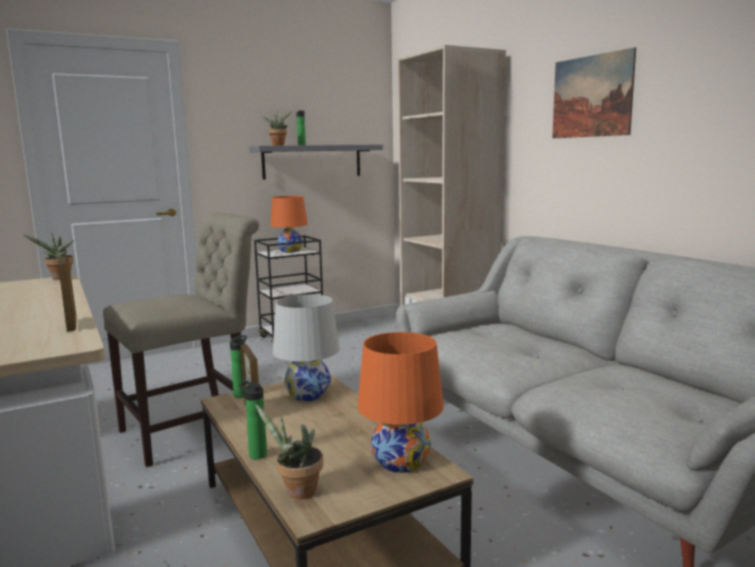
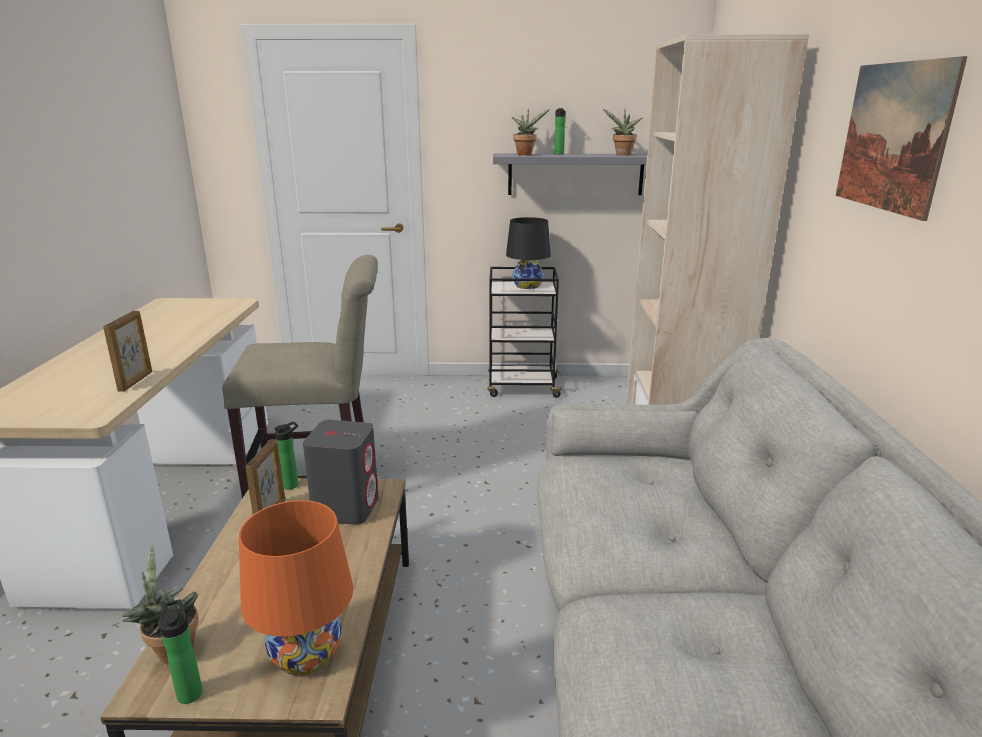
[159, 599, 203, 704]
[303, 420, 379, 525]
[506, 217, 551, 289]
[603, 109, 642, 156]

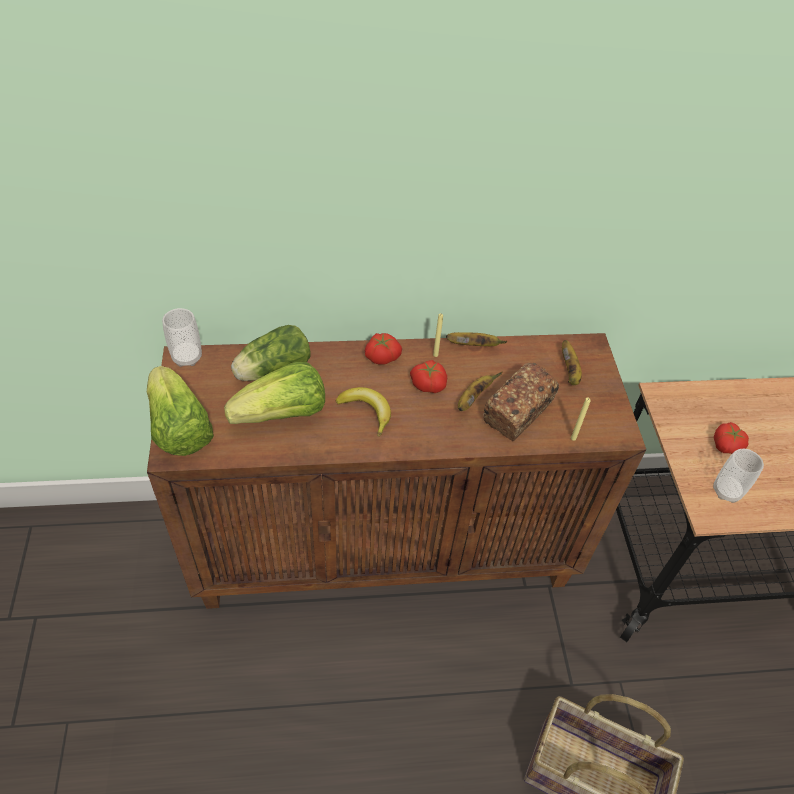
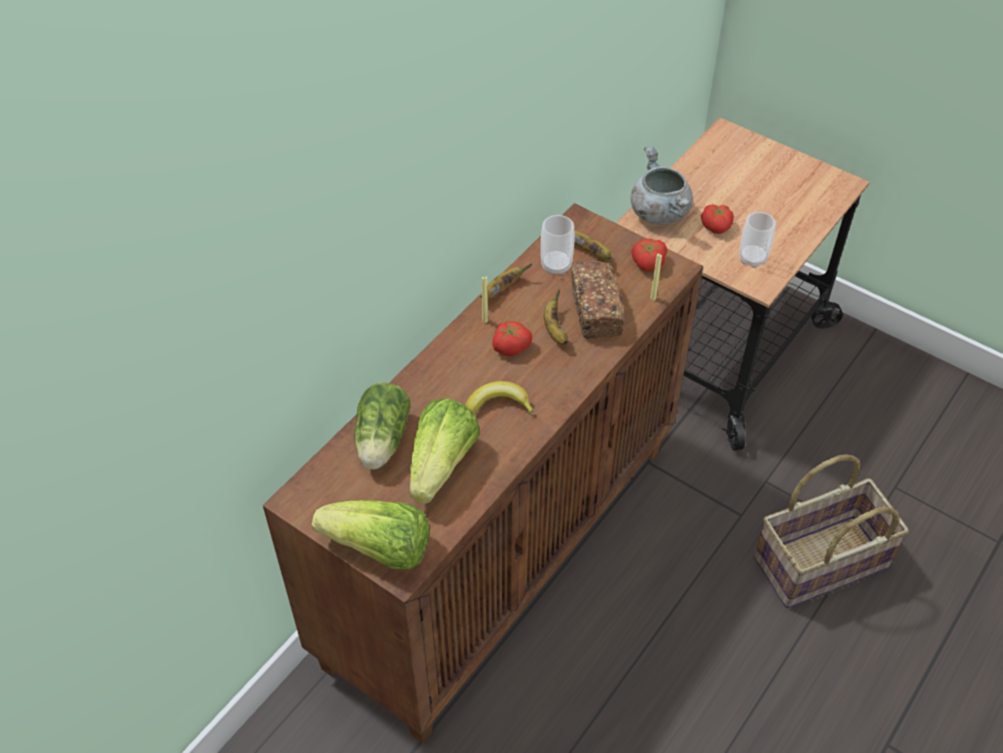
[541, 215, 575, 275]
[631, 146, 693, 224]
[631, 239, 667, 271]

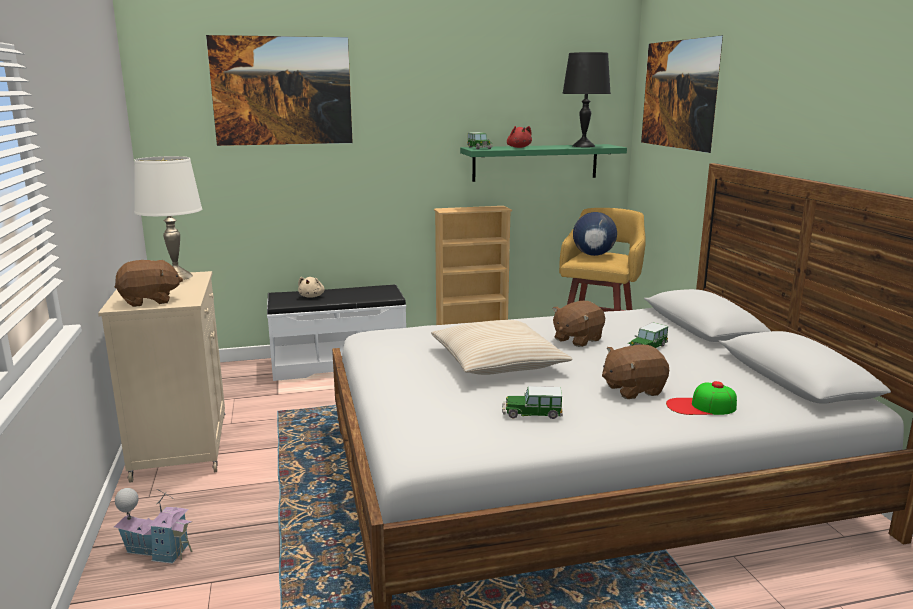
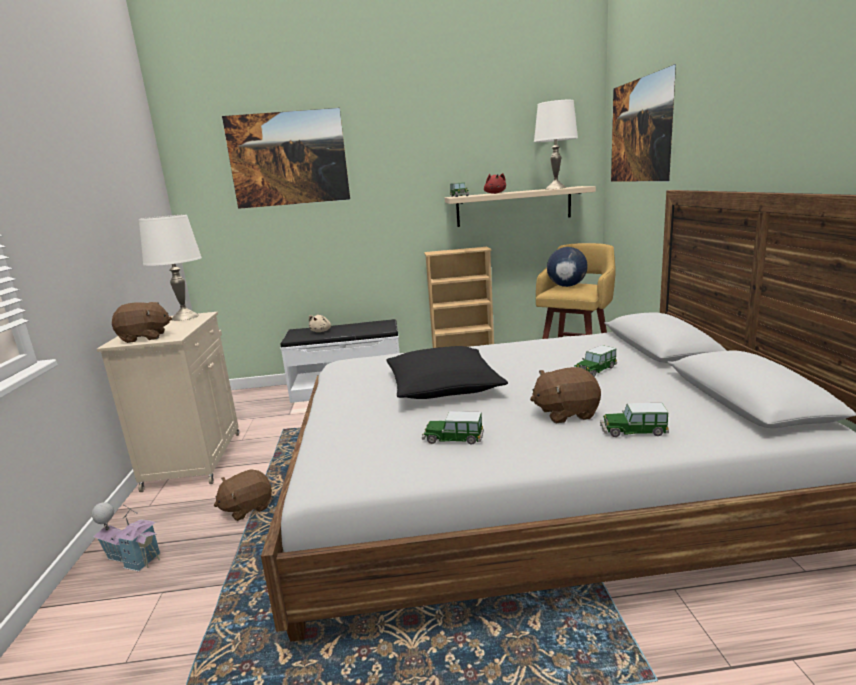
[214, 469, 272, 521]
[386, 346, 508, 399]
[445, 186, 596, 227]
[534, 100, 578, 189]
[600, 403, 669, 437]

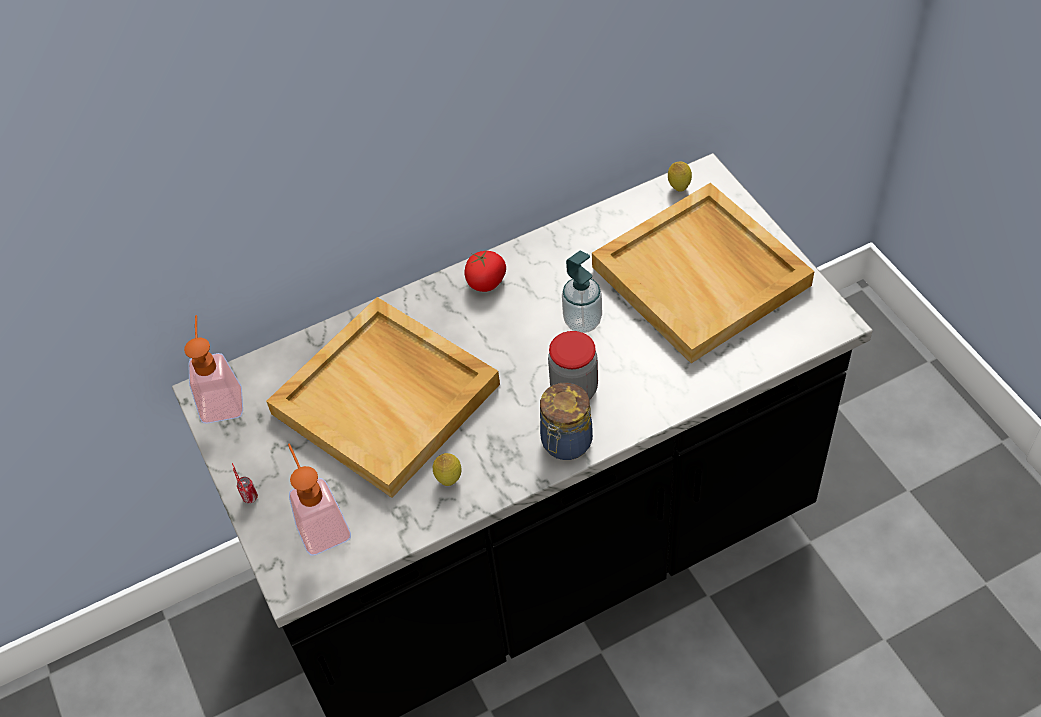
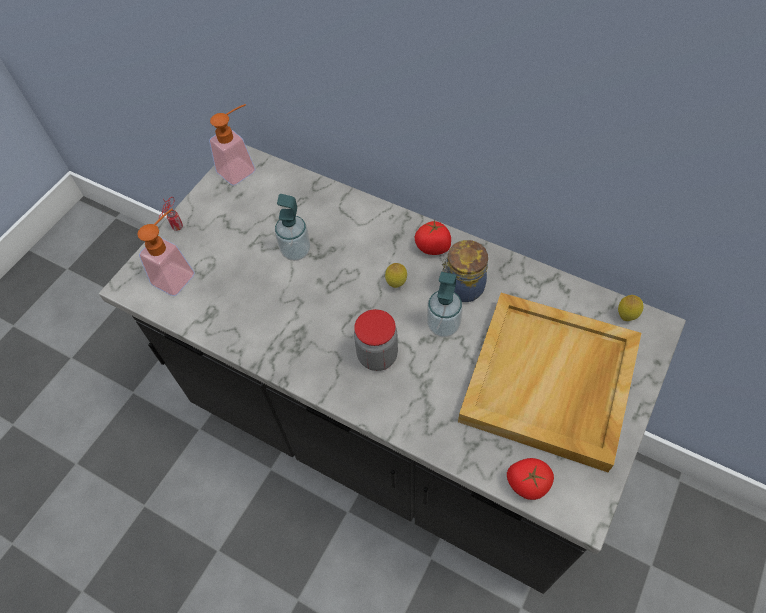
[275, 194, 311, 261]
[385, 263, 407, 288]
[440, 240, 488, 302]
[507, 458, 554, 500]

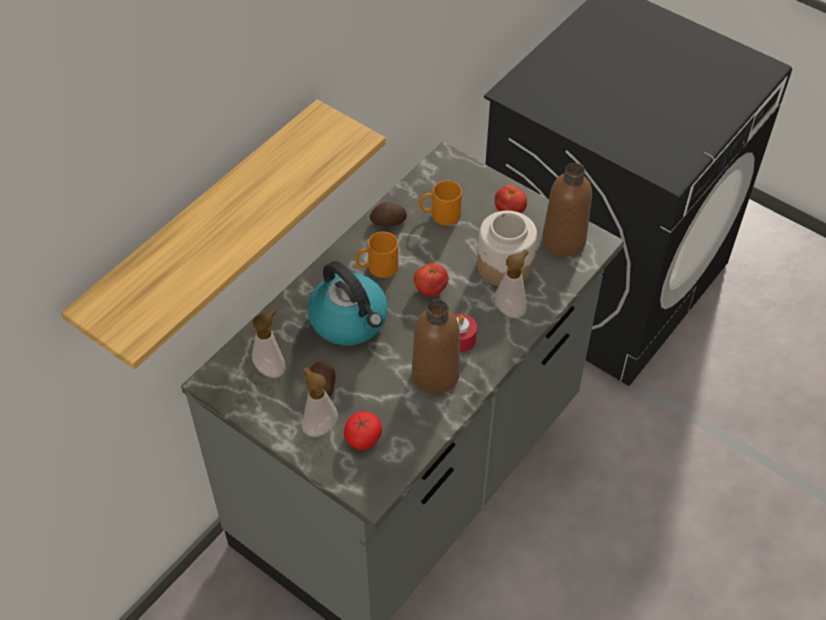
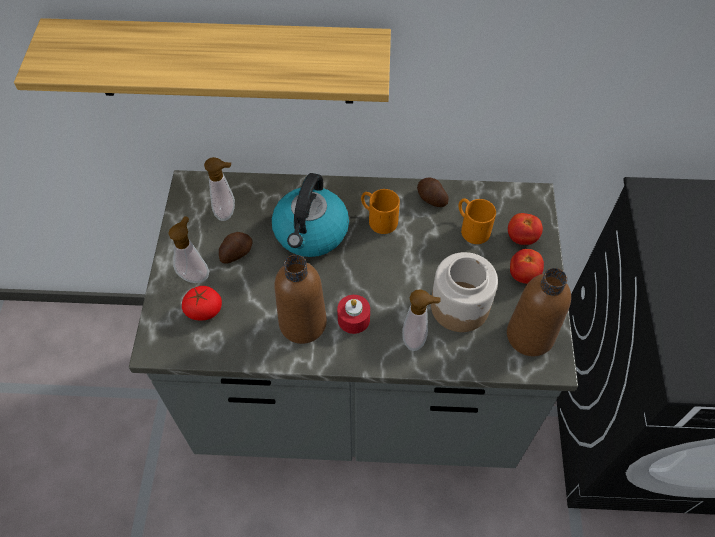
[508, 213, 543, 245]

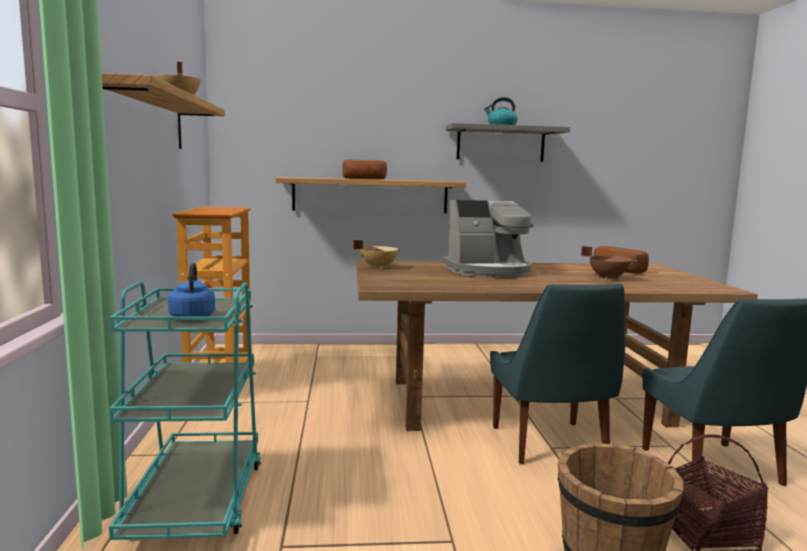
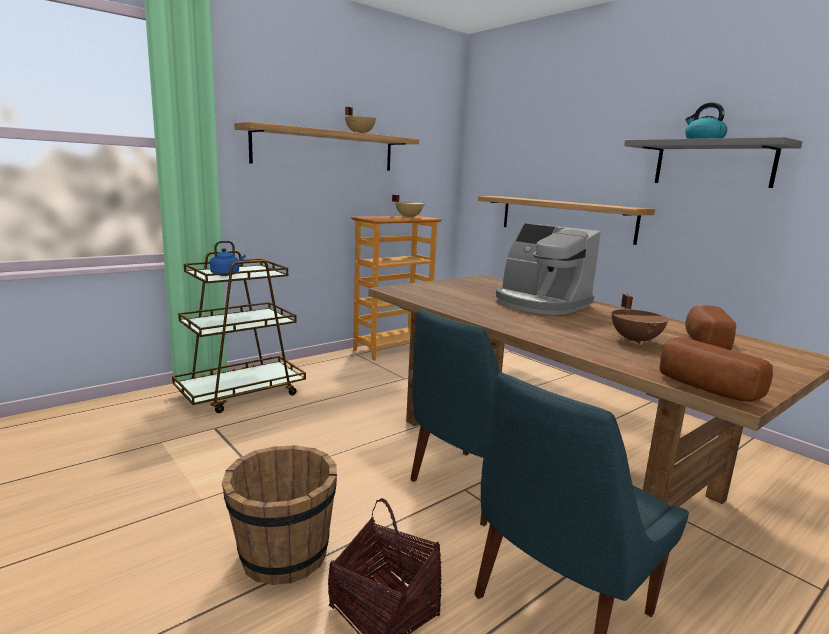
[172, 250, 306, 413]
[392, 195, 425, 218]
[659, 337, 773, 402]

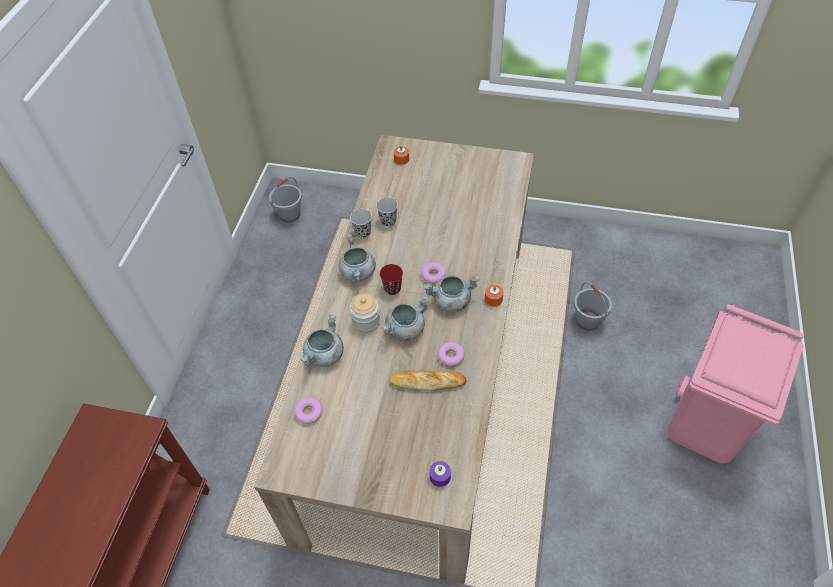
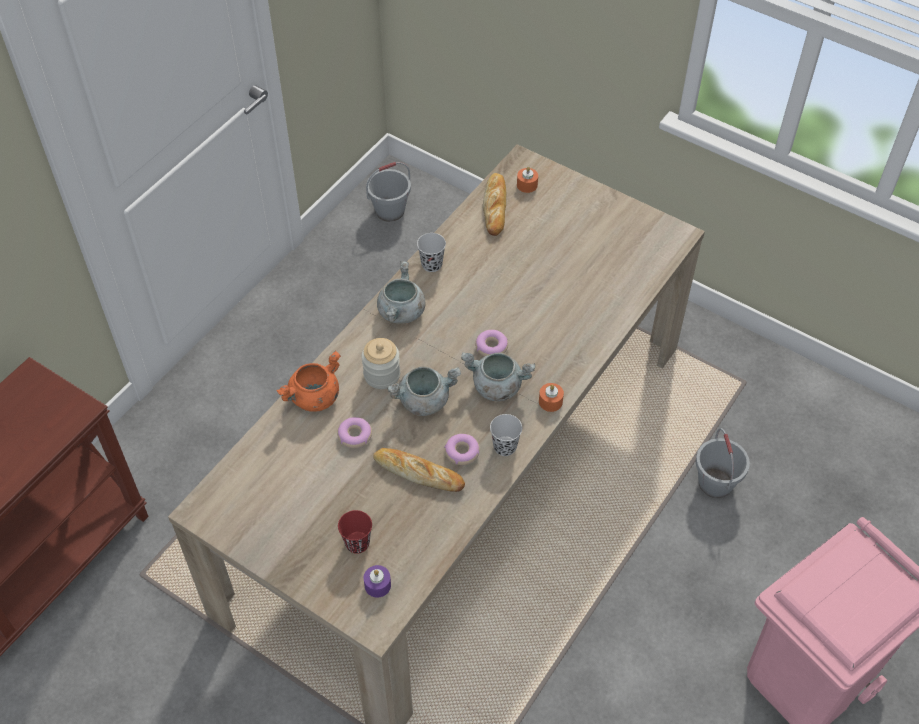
[276, 351, 341, 412]
[337, 417, 372, 448]
[338, 510, 372, 554]
[483, 173, 507, 236]
[490, 414, 522, 456]

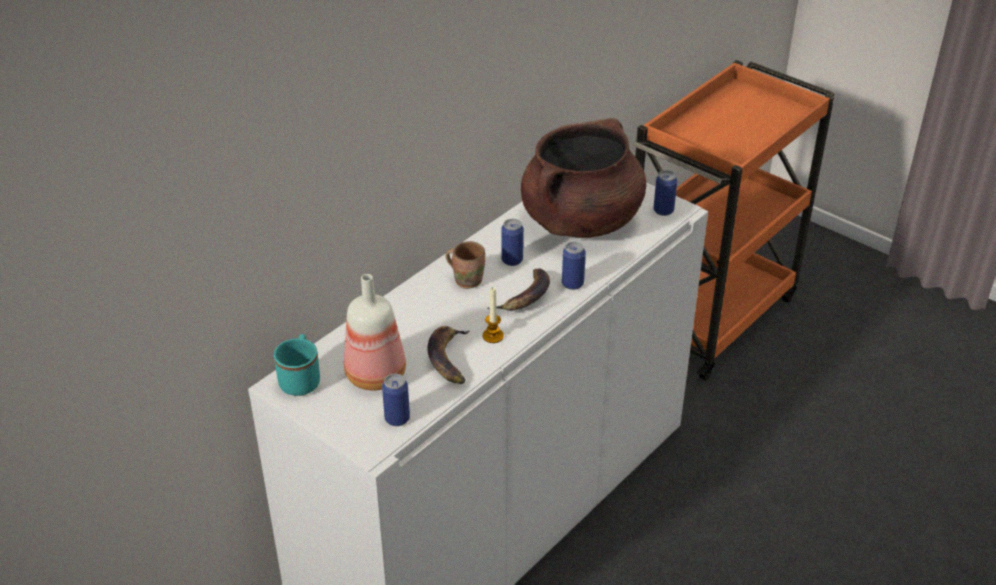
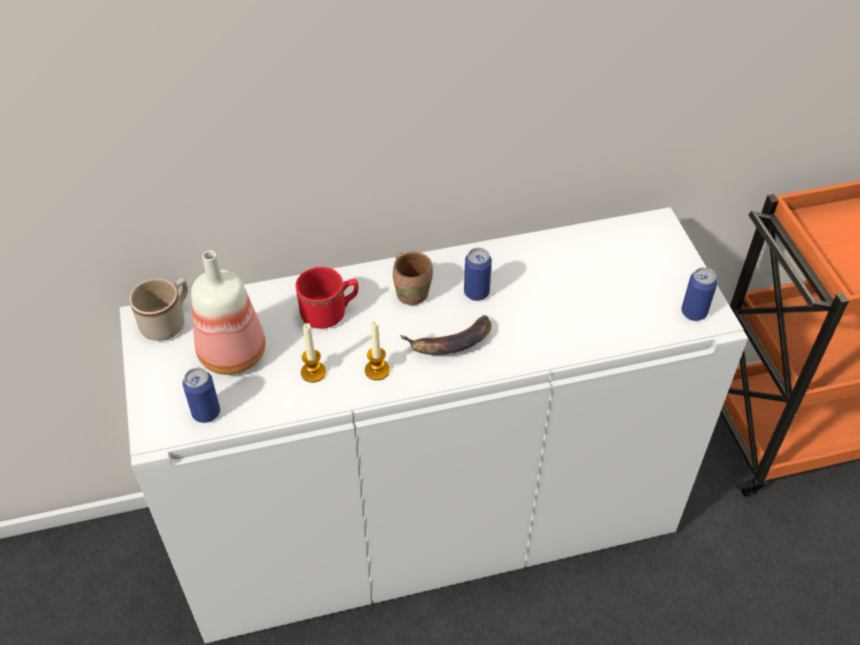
[129, 278, 188, 341]
[296, 267, 359, 329]
[301, 323, 326, 383]
[521, 118, 646, 238] (first image)
[562, 242, 586, 290] (first image)

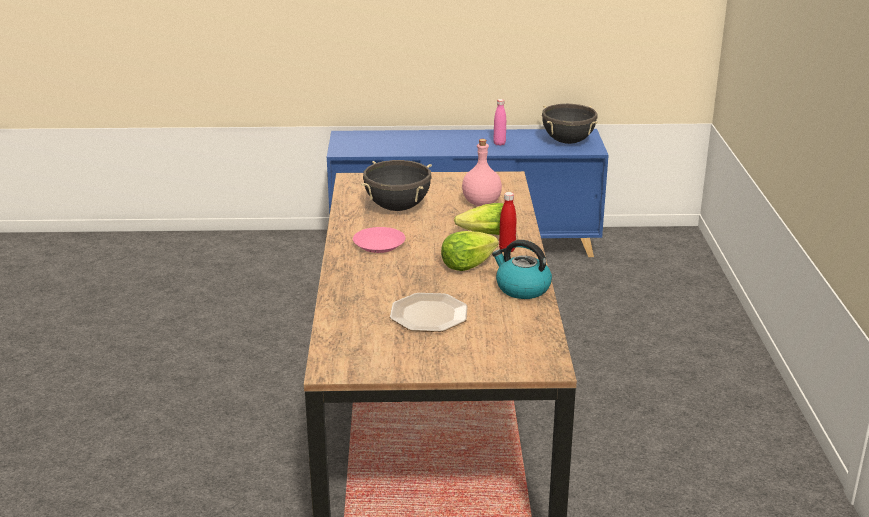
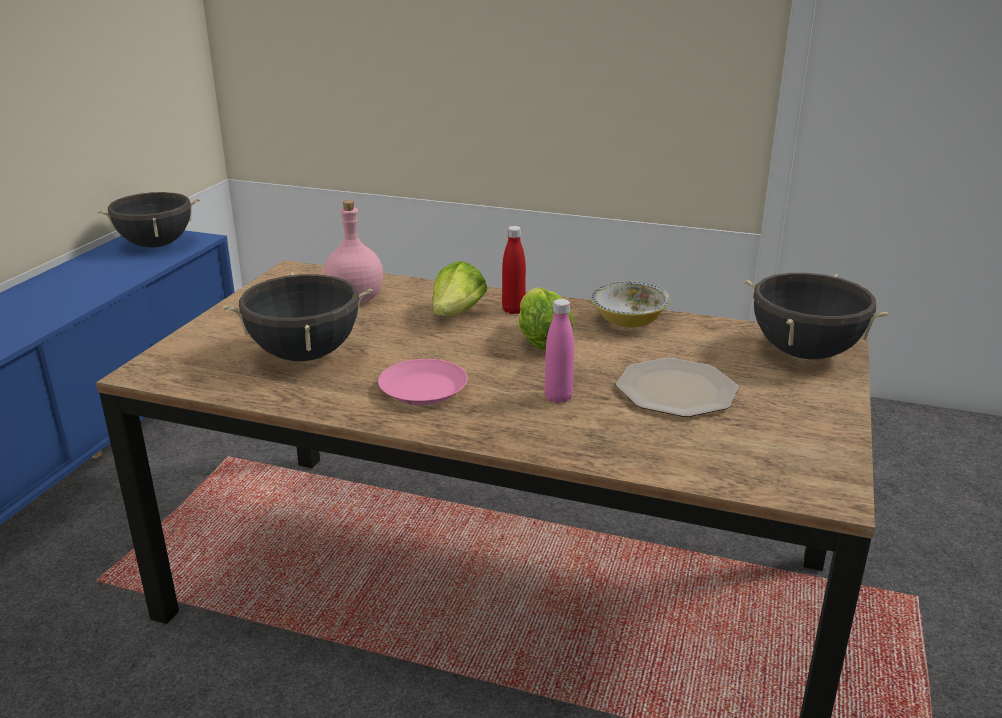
[545, 299, 574, 403]
[591, 281, 671, 328]
[744, 273, 890, 359]

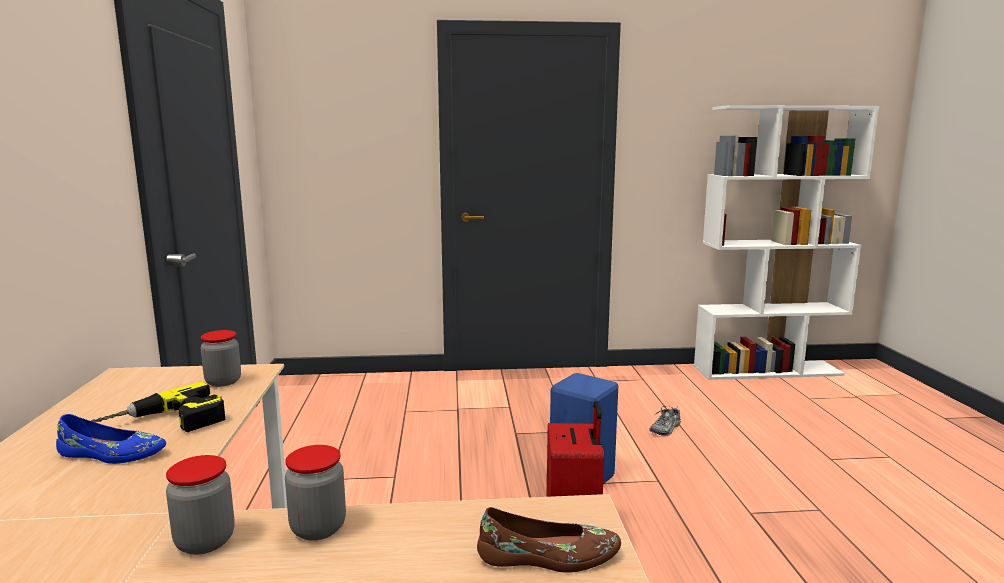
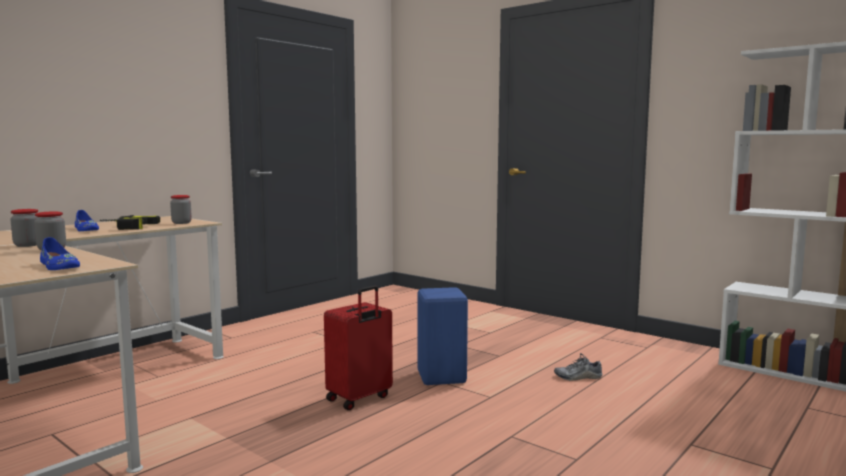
[40, 237, 80, 270]

